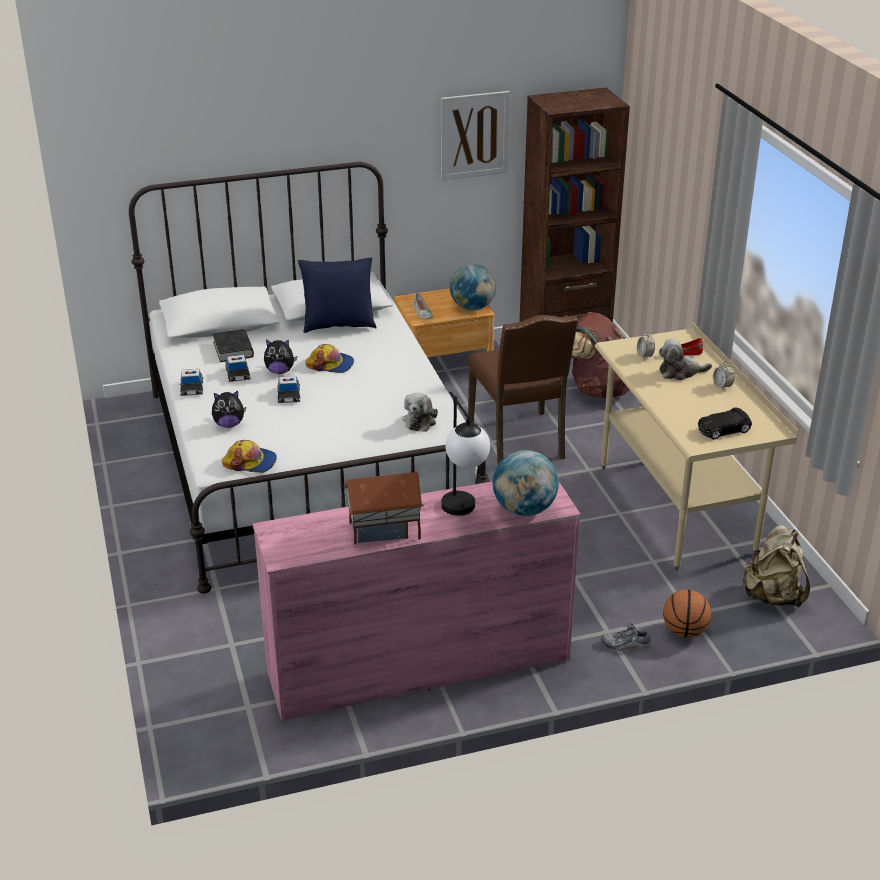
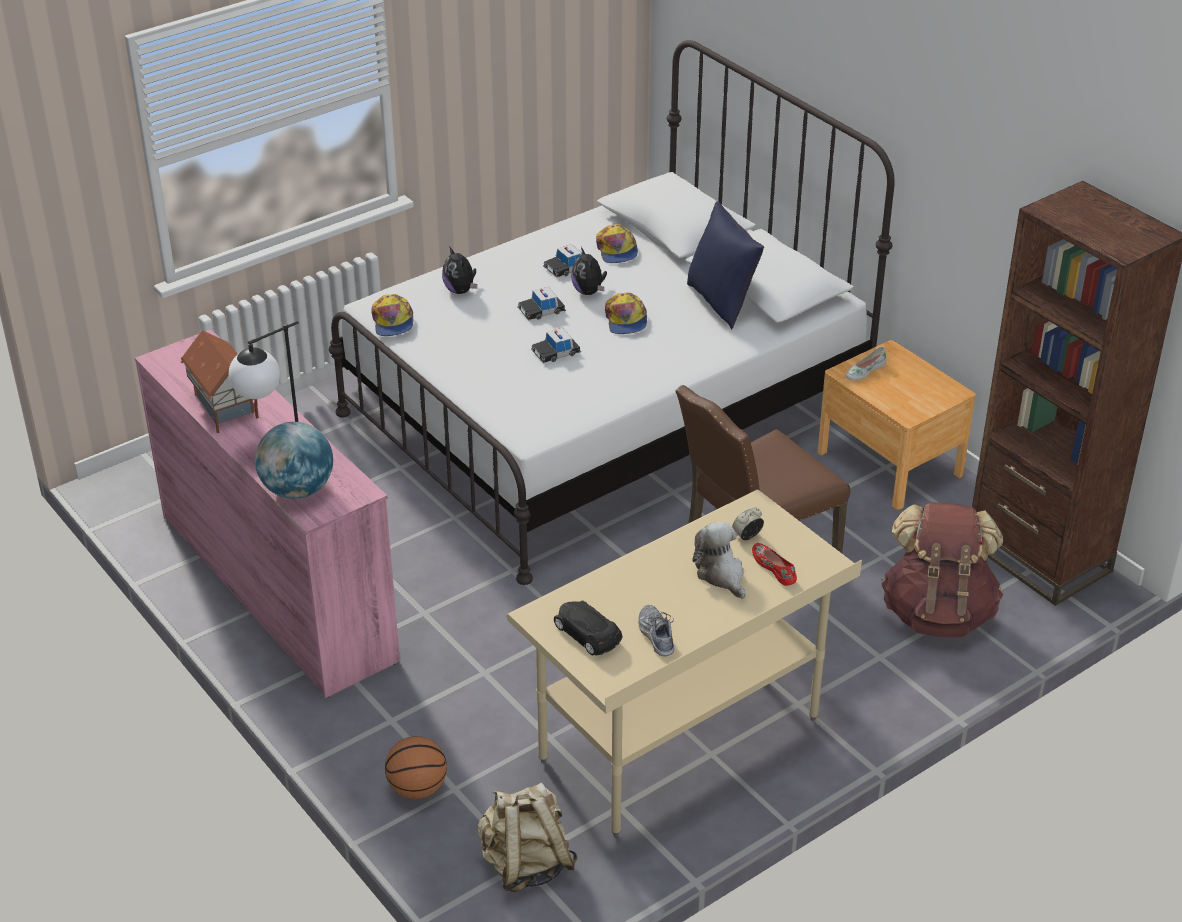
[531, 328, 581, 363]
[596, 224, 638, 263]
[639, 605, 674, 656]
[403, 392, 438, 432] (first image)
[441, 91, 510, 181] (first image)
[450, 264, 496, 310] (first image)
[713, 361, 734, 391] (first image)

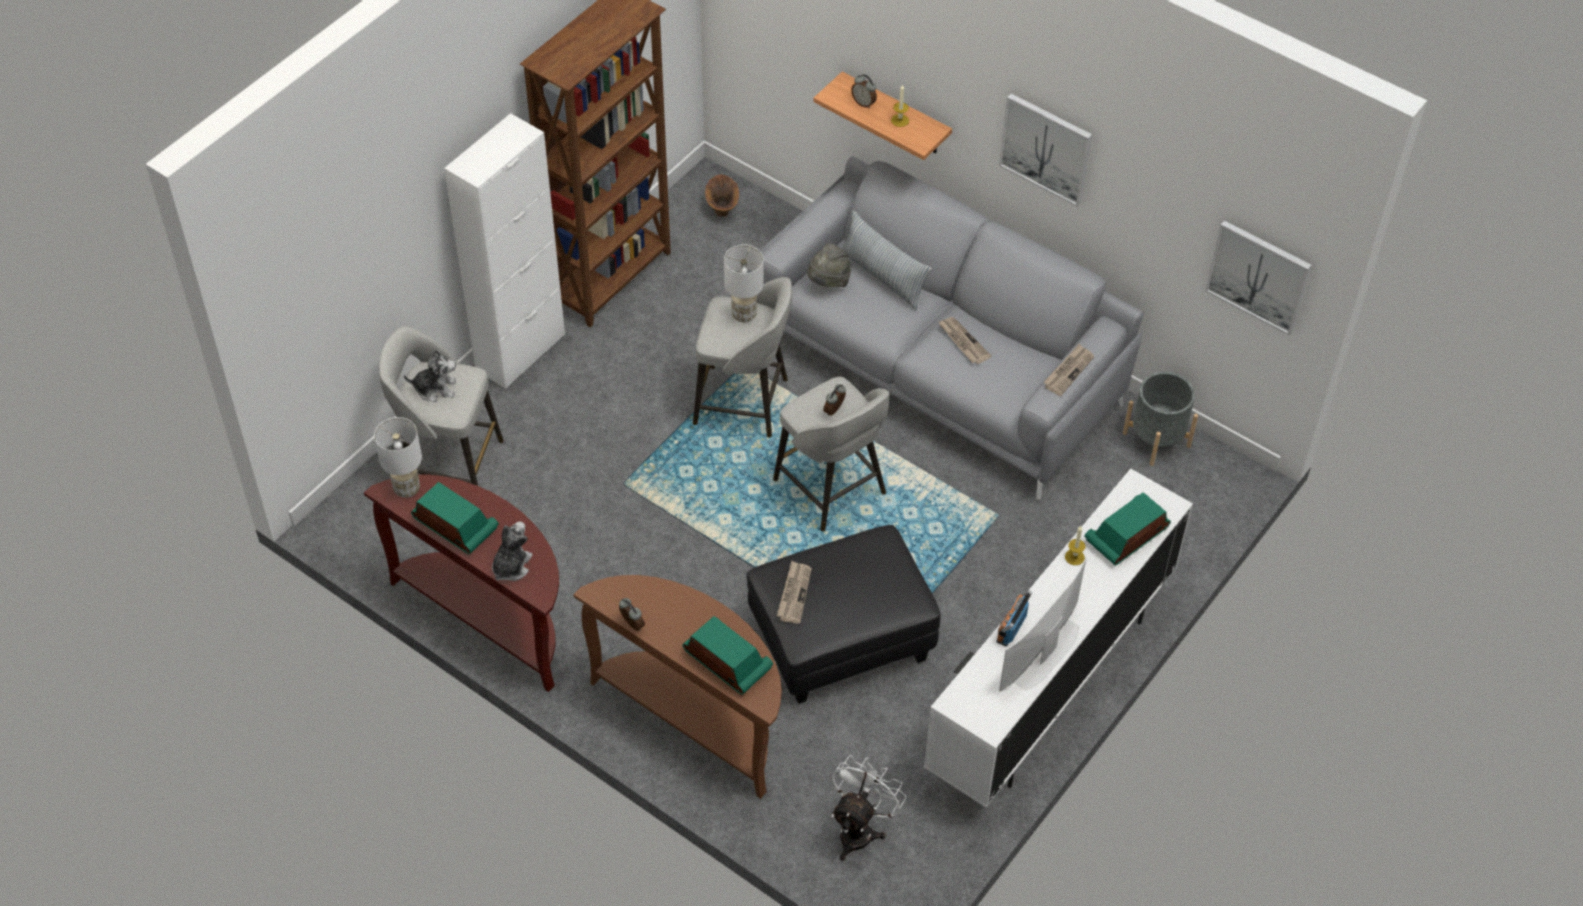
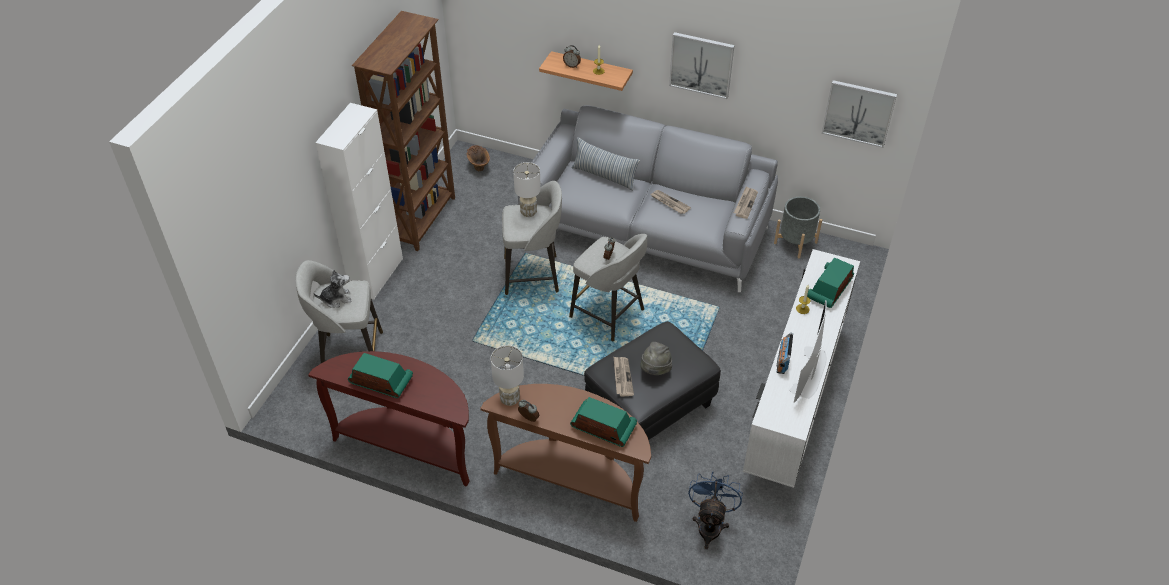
[491, 345, 524, 406]
[640, 342, 672, 375]
[688, 472, 743, 549]
[492, 521, 533, 581] (first image)

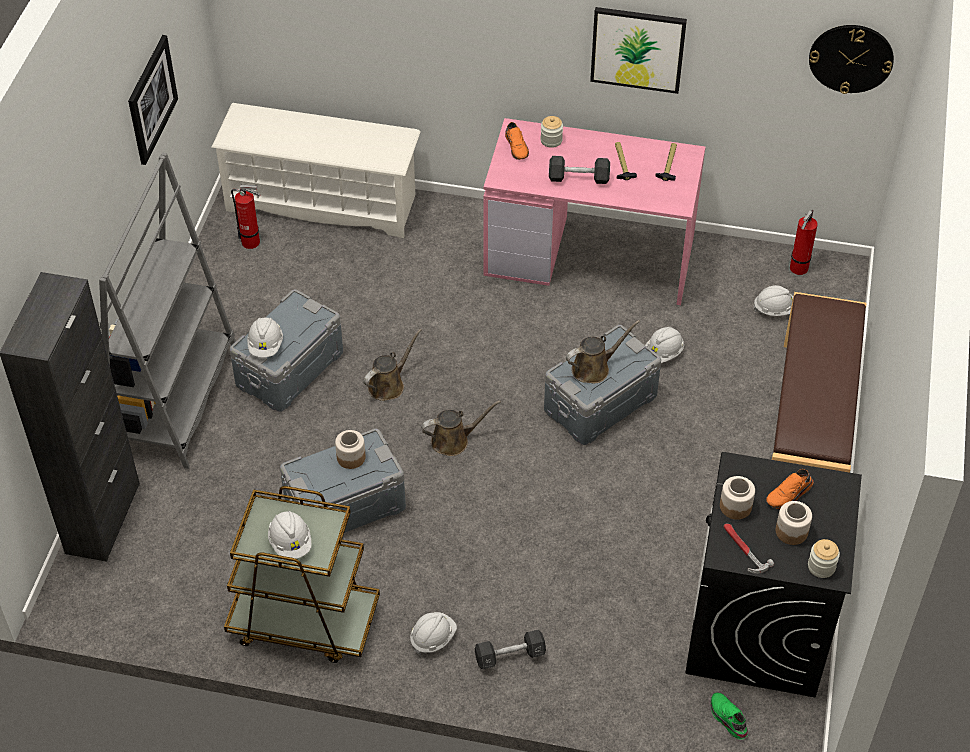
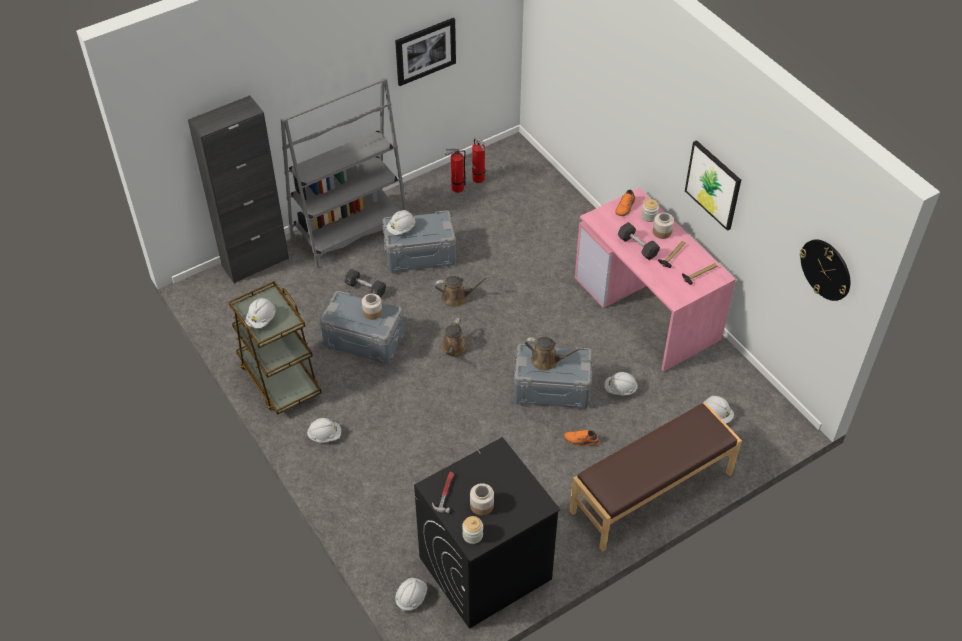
[345, 268, 386, 297]
[395, 578, 428, 613]
[442, 318, 467, 357]
[445, 148, 466, 193]
[564, 429, 600, 446]
[653, 213, 674, 239]
[211, 103, 421, 238] (first image)

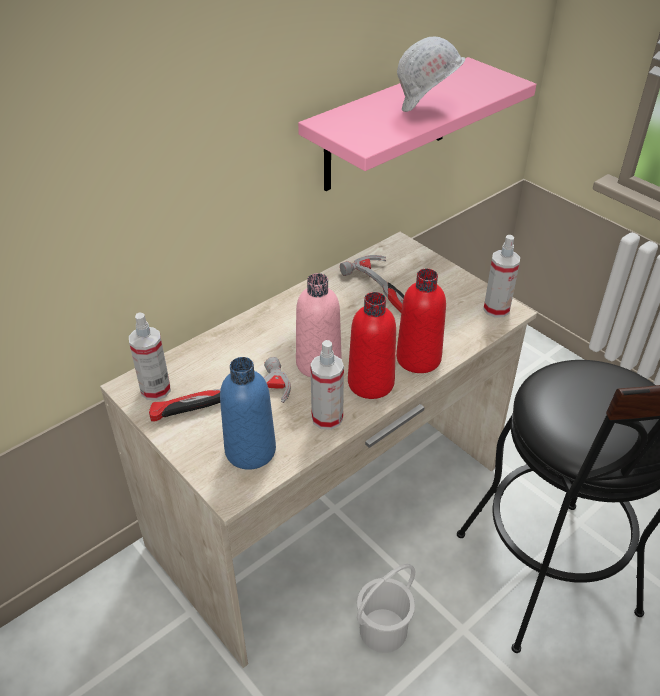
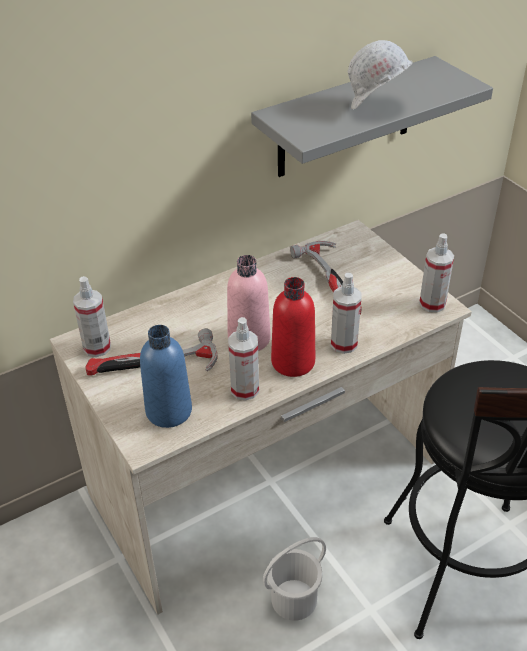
[251, 56, 493, 177]
[331, 273, 361, 354]

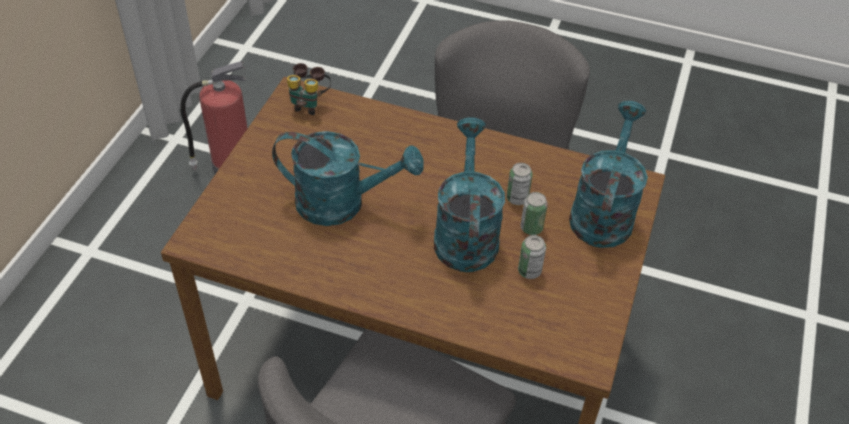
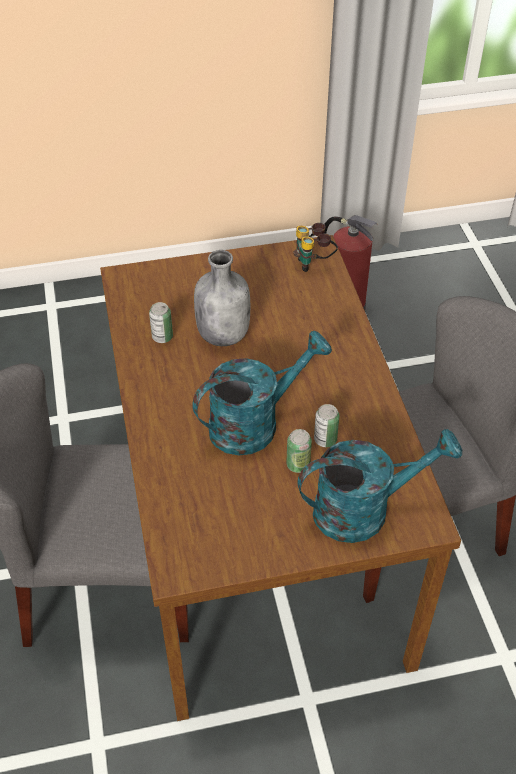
[149, 302, 173, 343]
[194, 250, 250, 346]

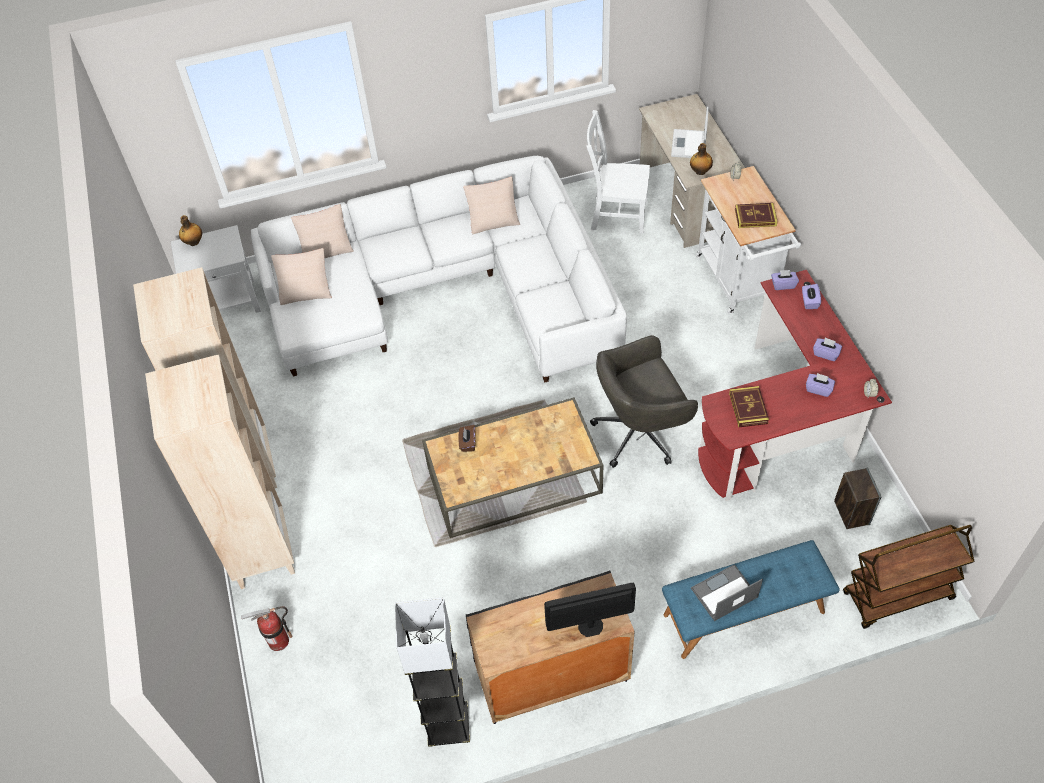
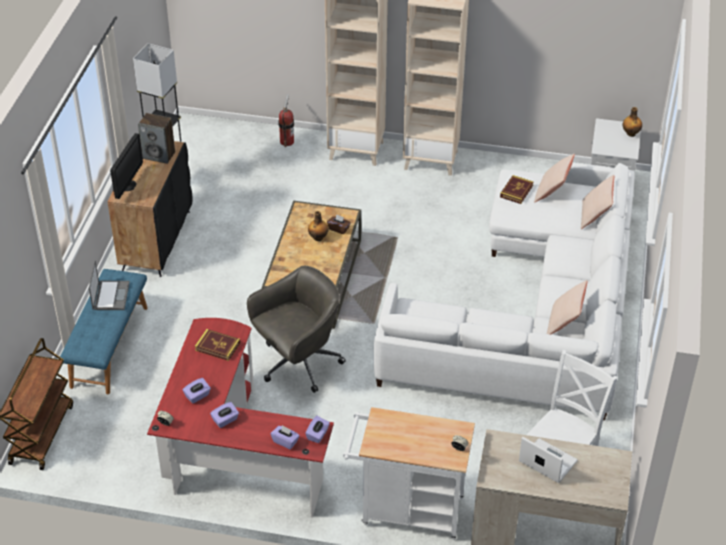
[138, 113, 175, 164]
[247, 266, 345, 393]
[308, 211, 328, 241]
[500, 175, 534, 204]

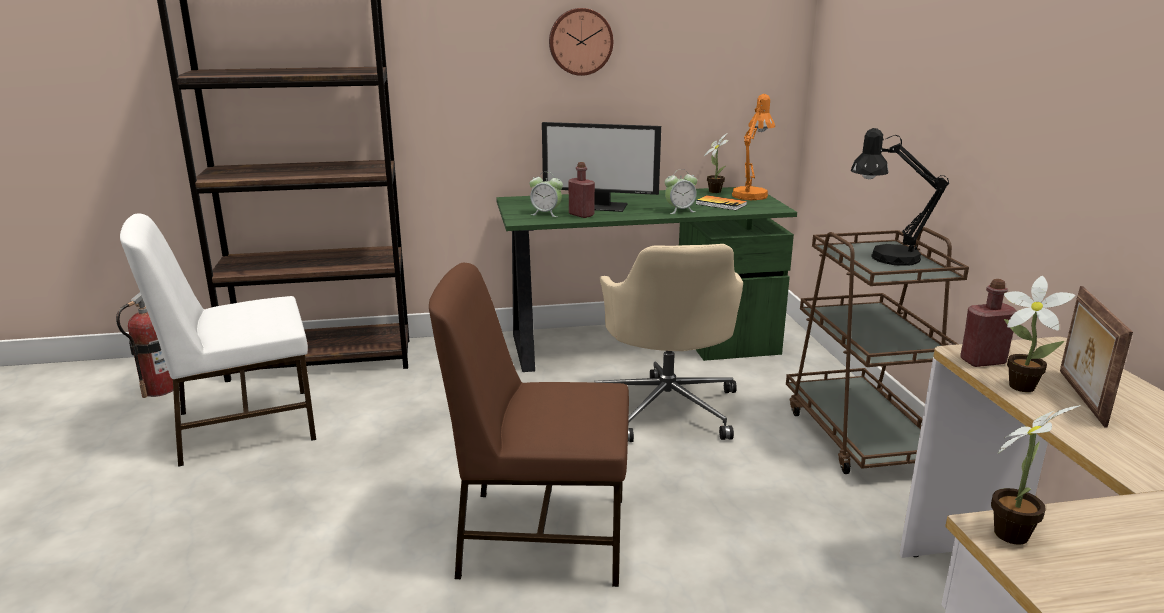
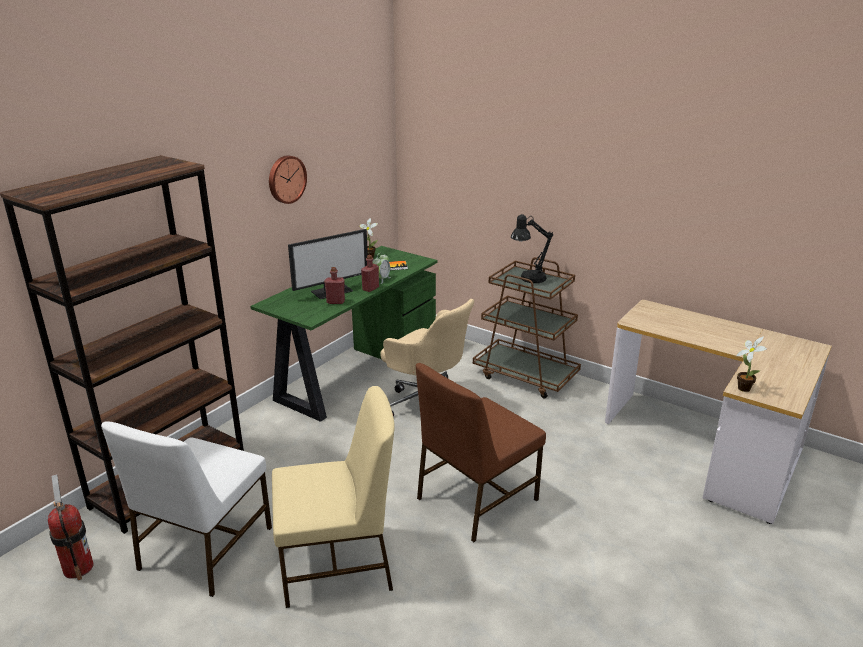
[272, 386, 395, 608]
[361, 255, 379, 292]
[530, 172, 563, 217] (first image)
[732, 94, 775, 200] (first image)
[1004, 276, 1076, 392] (first image)
[1060, 286, 1133, 428] (first image)

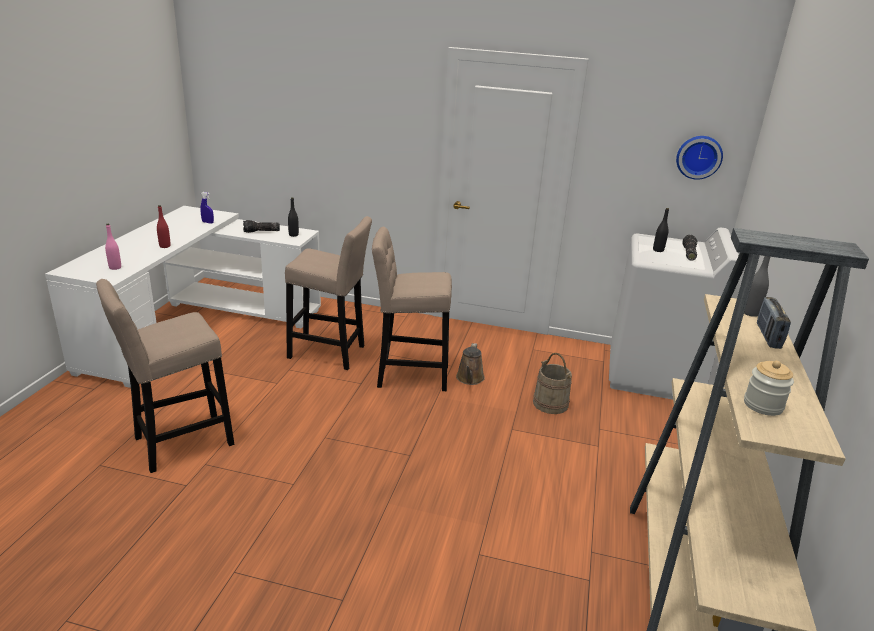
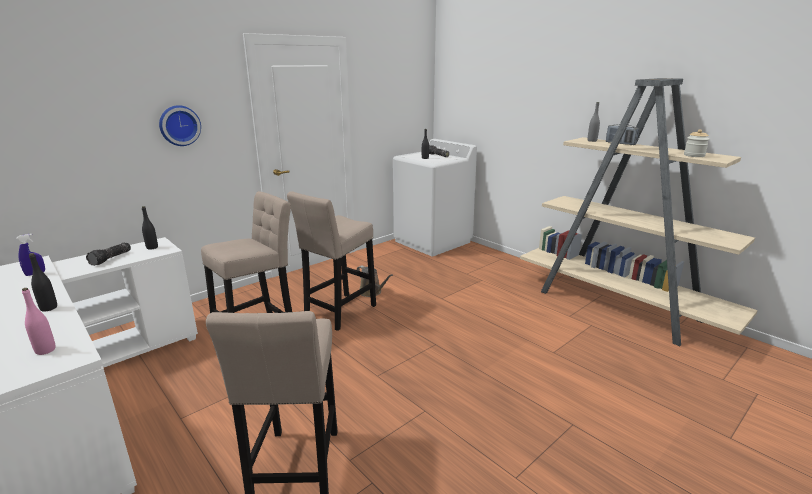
[29, 253, 57, 312]
[159, 105, 201, 146]
[533, 353, 572, 414] (first image)

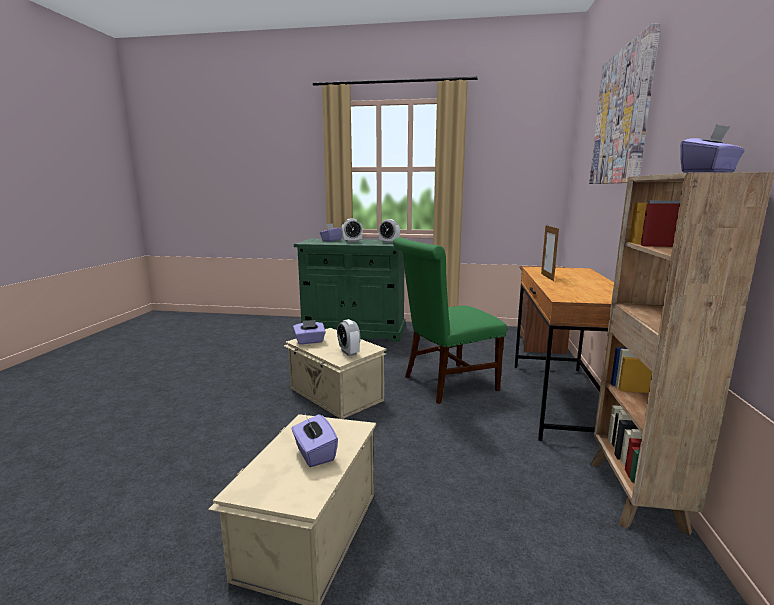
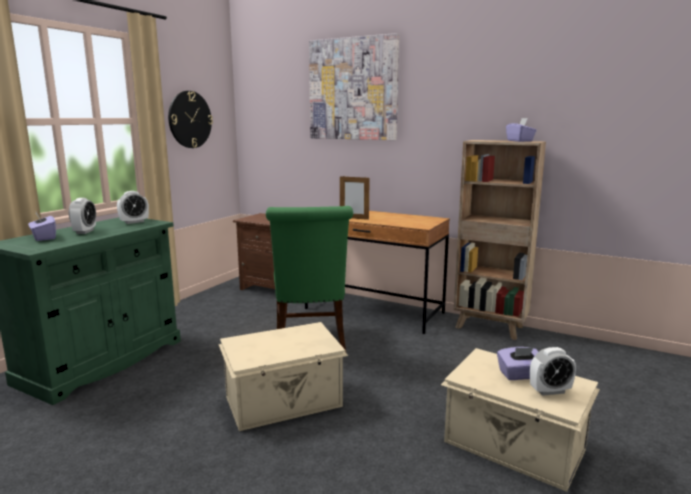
[168, 91, 213, 148]
[530, 347, 576, 396]
[293, 320, 325, 345] (first image)

